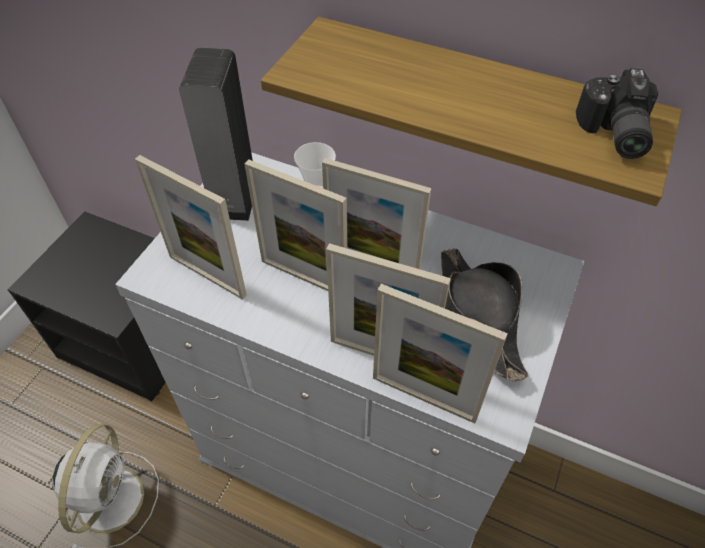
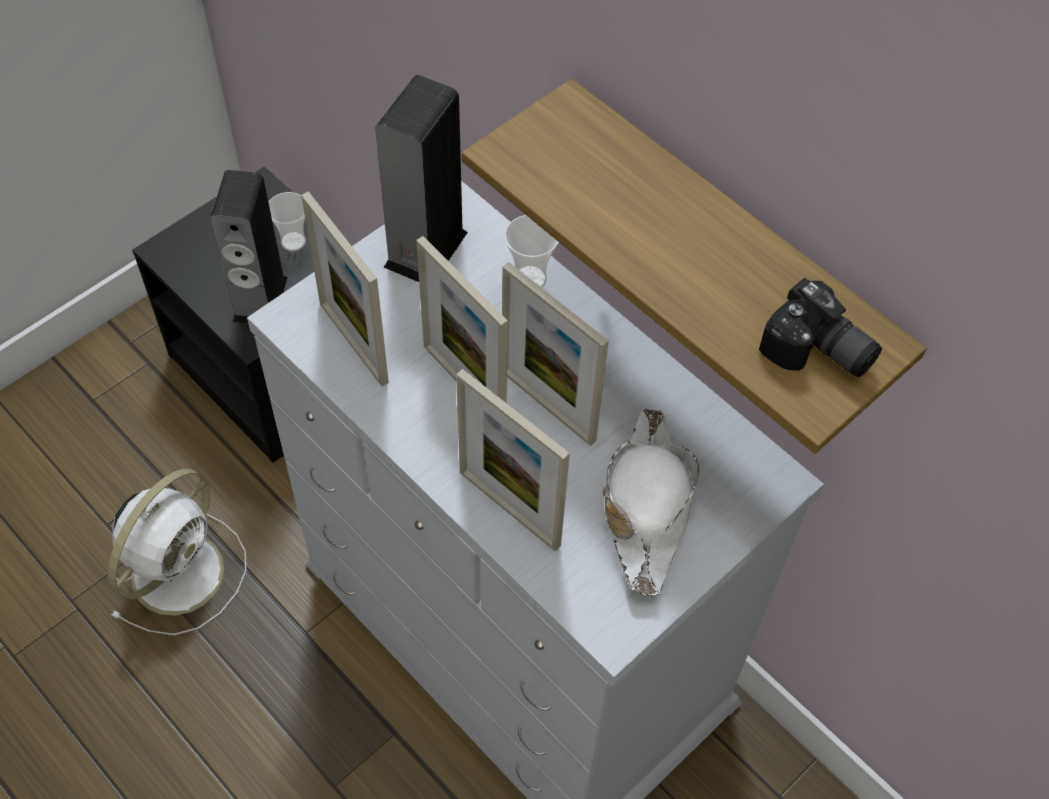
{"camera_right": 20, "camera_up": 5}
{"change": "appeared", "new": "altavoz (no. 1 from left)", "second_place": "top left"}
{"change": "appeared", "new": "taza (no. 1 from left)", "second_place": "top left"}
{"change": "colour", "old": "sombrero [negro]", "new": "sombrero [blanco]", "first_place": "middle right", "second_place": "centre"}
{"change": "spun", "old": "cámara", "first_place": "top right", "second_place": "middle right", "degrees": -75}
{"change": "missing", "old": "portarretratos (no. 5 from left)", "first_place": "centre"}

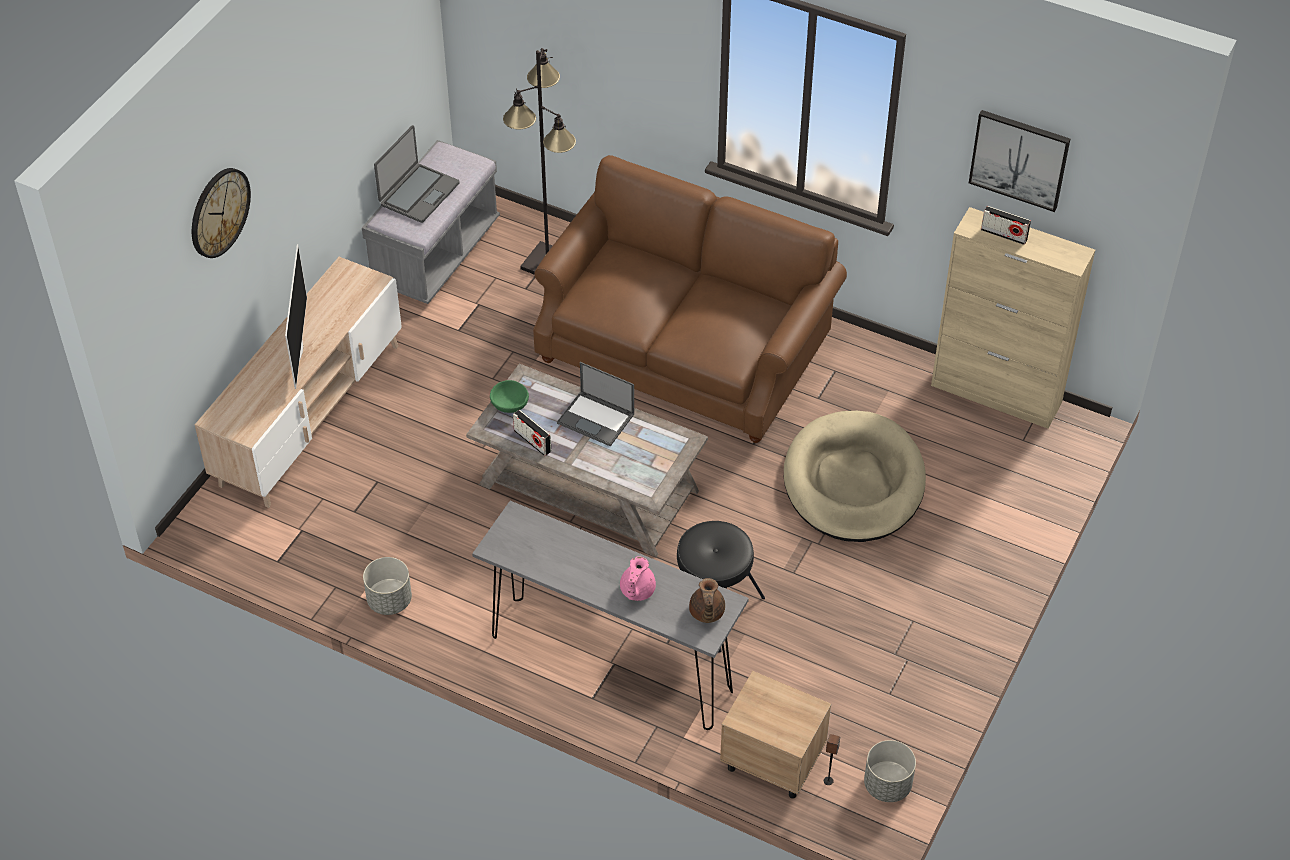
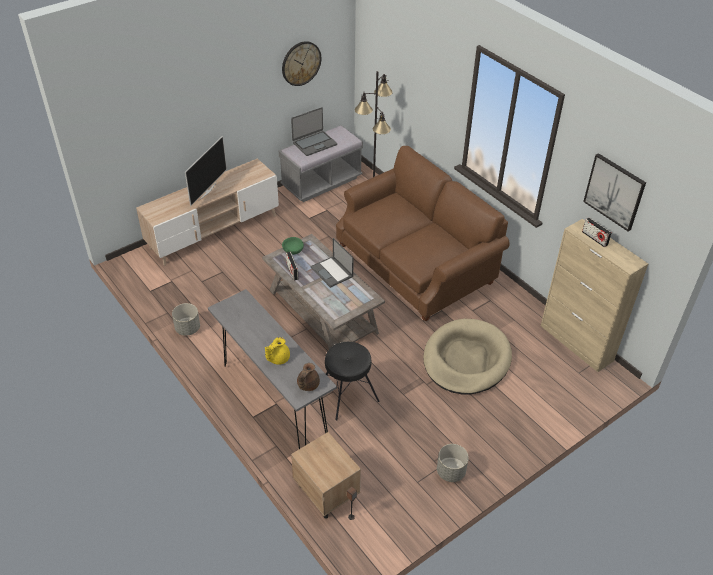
{"camera_right": 25, "camera_up": -5}
{"change": "colour", "old": "tetera [rosa]", "new": "tetera [amarillo]", "first_place": "bottom centre", "second_place": "centre"}
{"change": "relocated", "old": "reloj de pared", "first_place": "top left", "second_place": "top centre"}
{"change": "relocated", "old": "maceta [gris] (no. 2 from left)", "first_place": "bottom right", "second_place": "bottom centre"}

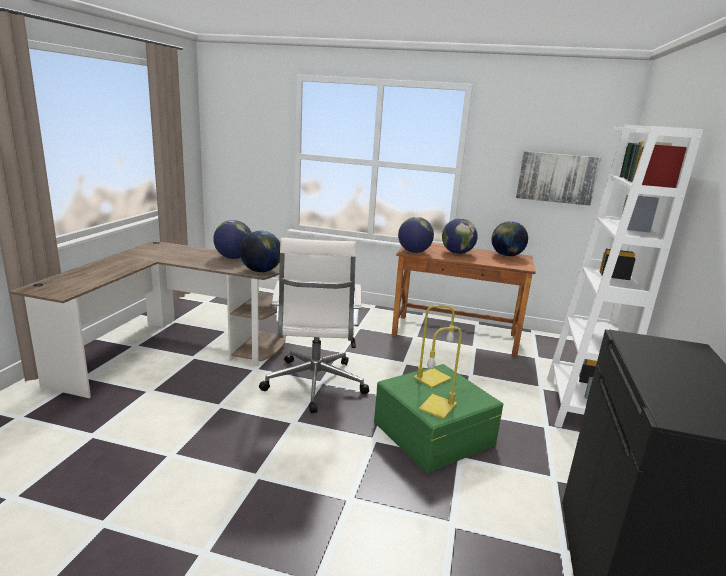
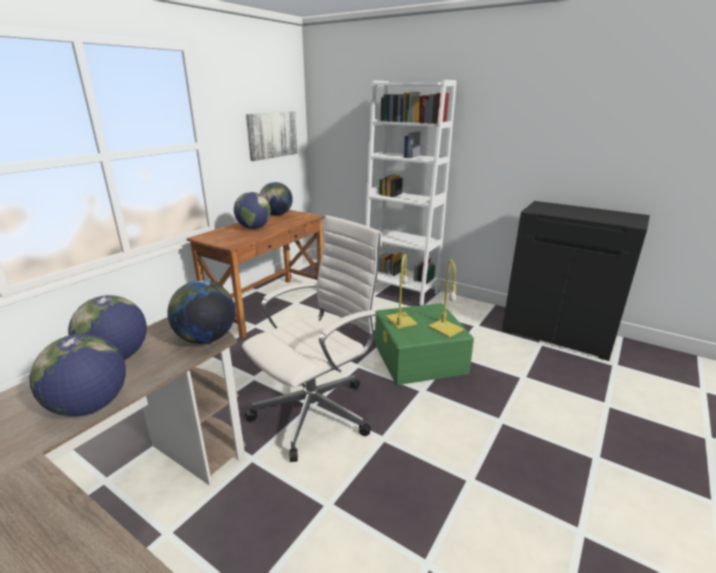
{"camera_right": -70, "camera_up": 5}
{"change": "relocated", "old": "globo terráqueo (no. 3 from left in the first image)", "new": "globo terráqueo (no. 1 from left)", "first_place": "centre", "second_place": "middle left"}
{"change": "spun", "old": "silla de oficina [blanco]", "first_place": "centre", "second_place": "centre", "degrees": -60}

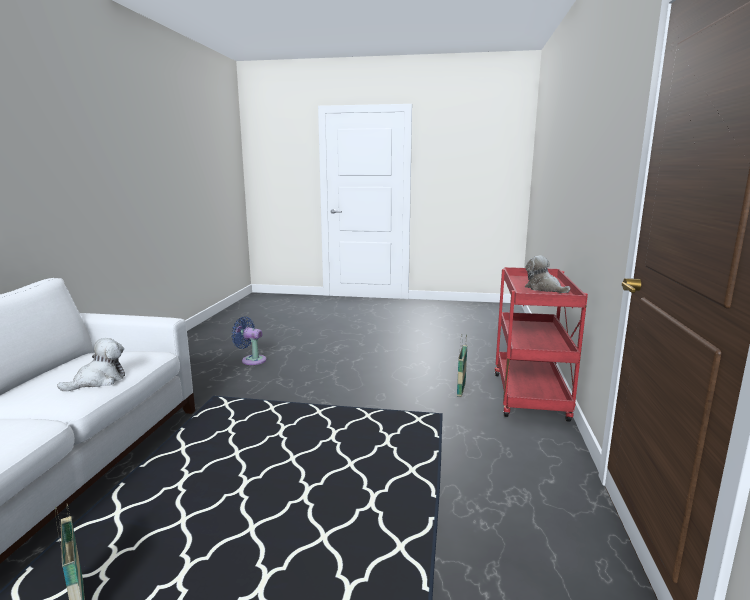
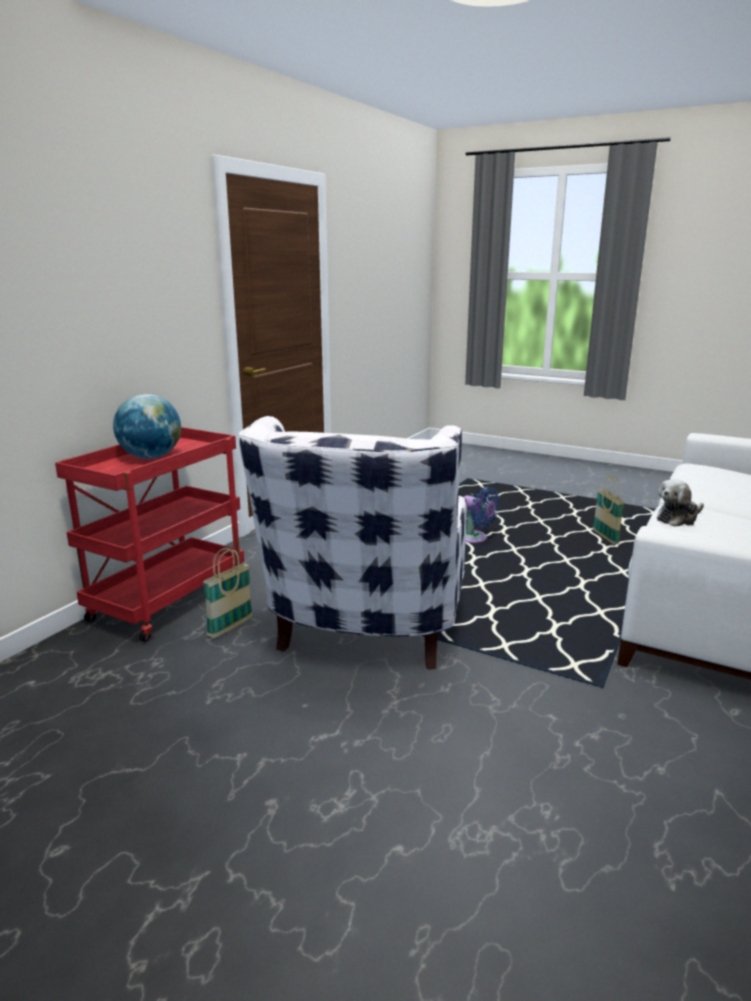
{"camera_right": -160, "camera_up": 5}
{"change": "exchanged", "old": "peluche (no. 2 from left)", "new": "globo terráqueo", "first_place": "middle right", "second_place": "middle left"}
{"change": "appeared", "new": "sillón [blanco]", "second_place": "centre"}
{"change": "relocated", "old": "ventilador [azul]", "first_place": "middle left", "second_place": "centre"}

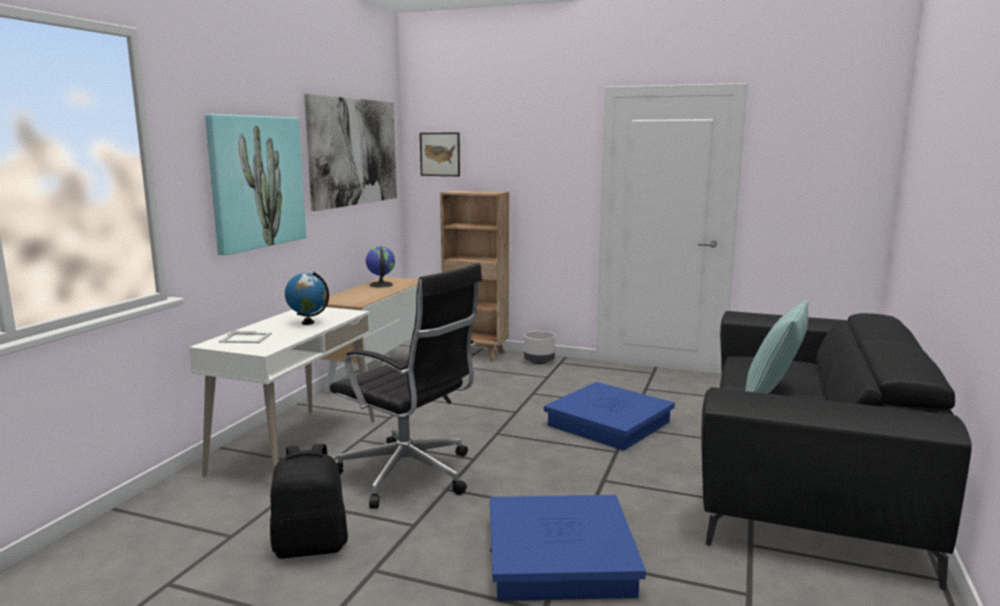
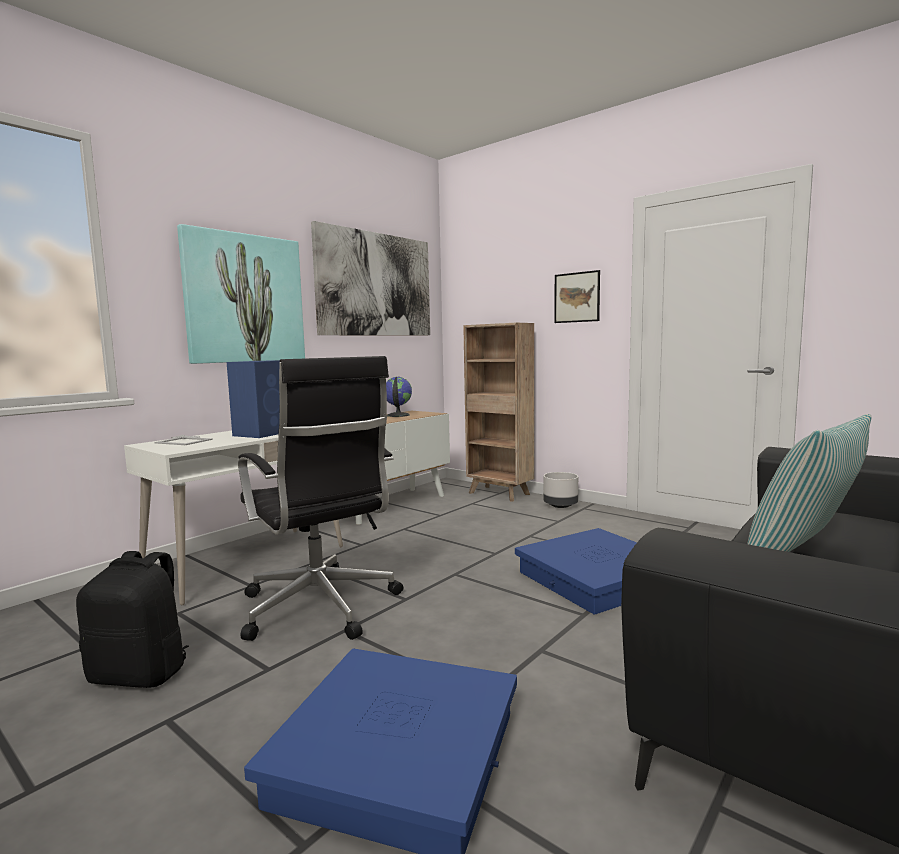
{"camera_right": 20, "camera_up": -5}
{"change": "exchanged", "old": "globo terráqueo (no. 1 from left)", "new": "altavoz [azul]", "first_place": "middle left", "second_place": "middle left"}
{"change": "relocated", "old": "cuadro (no. 3 from left)", "first_place": "top centre", "second_place": "centre"}

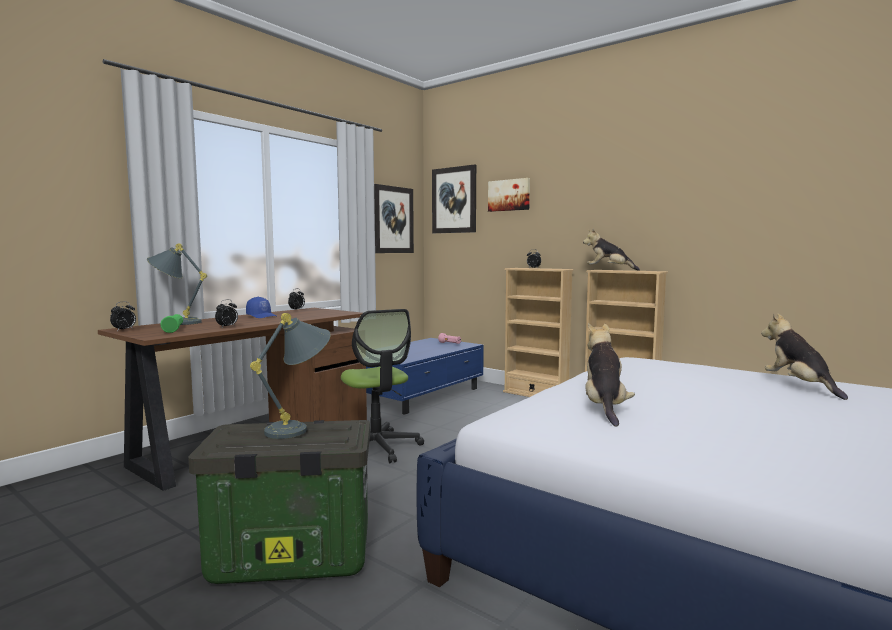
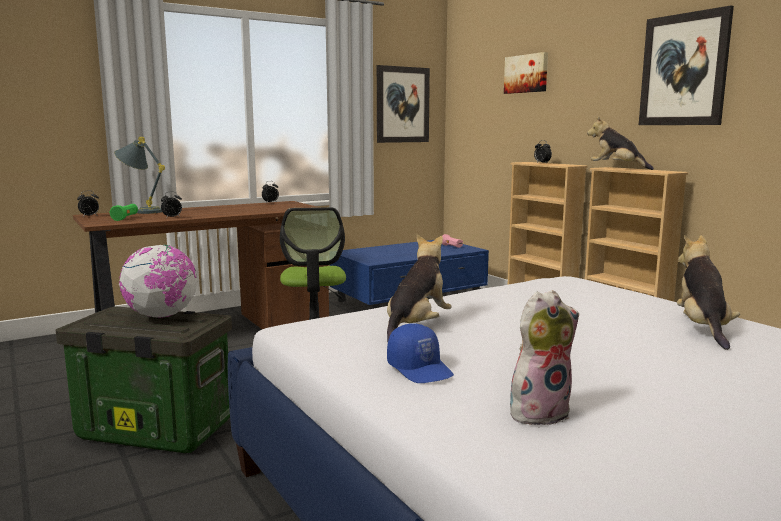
{"camera_right": 20, "camera_up": 5}
{"change": "exchanged", "old": "lámpara de mesa [gris] (no. 2 from left)", "new": "globo terráqueo", "first_place": "middle left", "second_place": "middle left"}
{"change": "relocated", "old": "gorra [azul]", "first_place": "middle left", "second_place": "bottom centre"}
{"change": "appeared", "new": "peluche (no. 2 from left)", "second_place": "bottom right"}
{"change": "relocated", "old": "cuadro (no. 2 from left in the first image)", "new": "cuadro (no. 3 from left)", "first_place": "top centre", "second_place": "top right"}

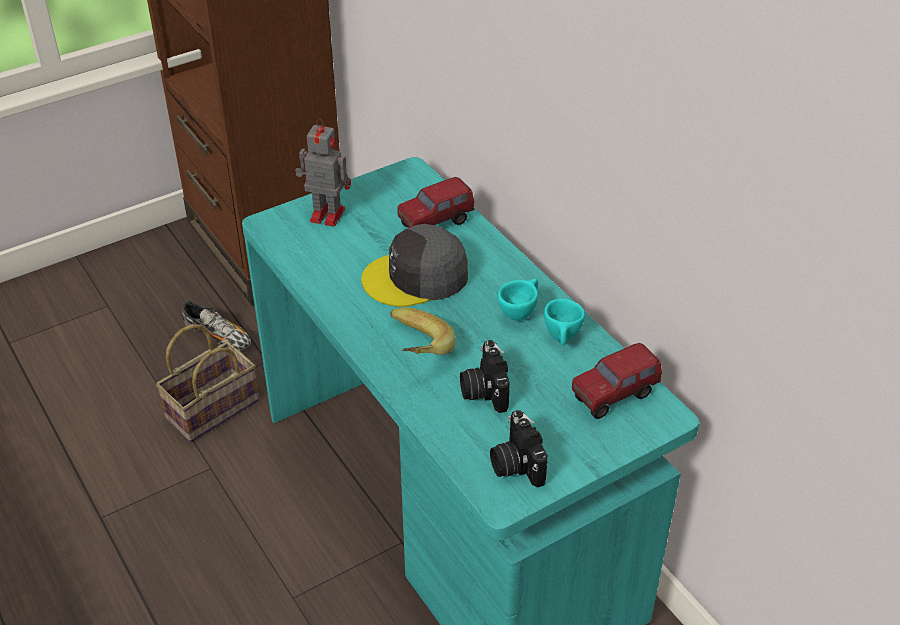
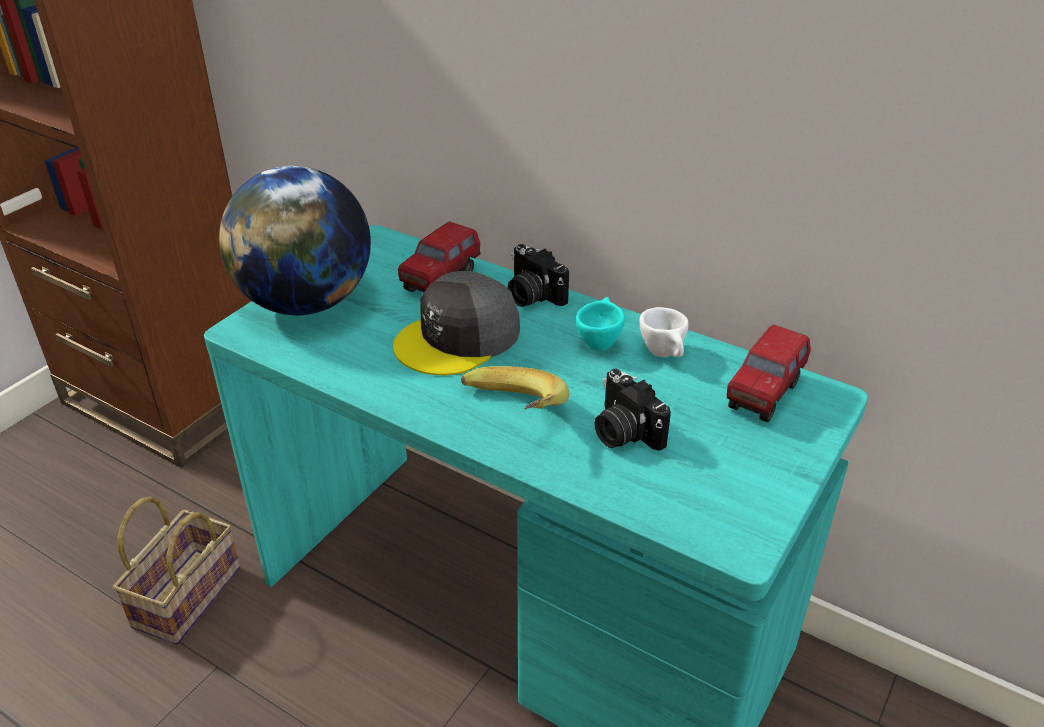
{"camera_right": -25, "camera_up": -5}
{"change": "exchanged", "old": "robot de juguete", "new": "globo terráqueo", "first_place": "top centre", "second_place": "top left"}
{"change": "relocated", "old": "cámara (no. 2 from left in the first image)", "new": "cámara (no. 1 from left)", "first_place": "bottom centre", "second_place": "centre"}
{"change": "colour", "old": "taza [turquesa] (no. 2 from left)", "new": "taza [blanco]", "first_place": "centre", "second_place": "centre"}
{"change": "missing", "old": "zapato", "first_place": "middle left"}

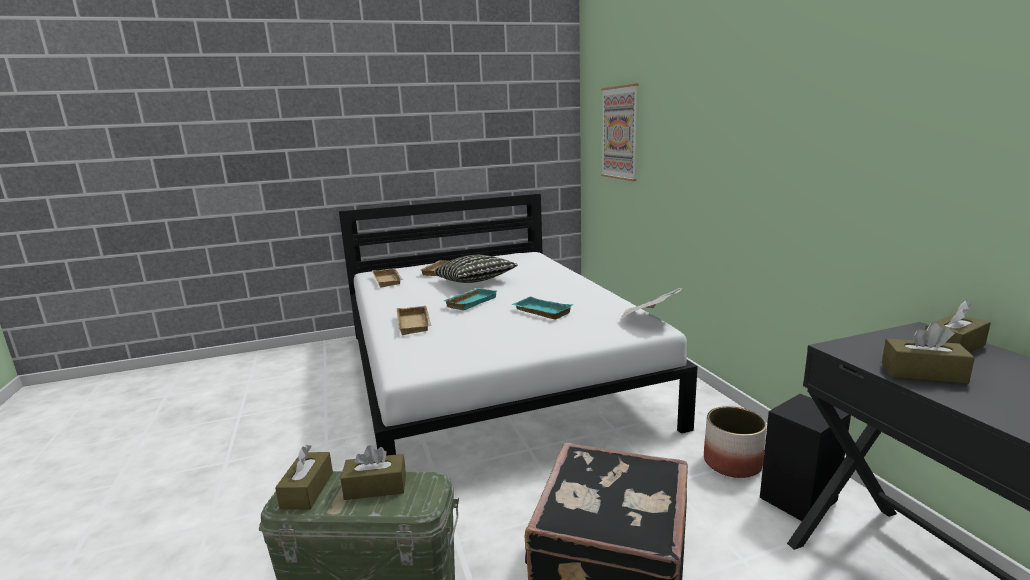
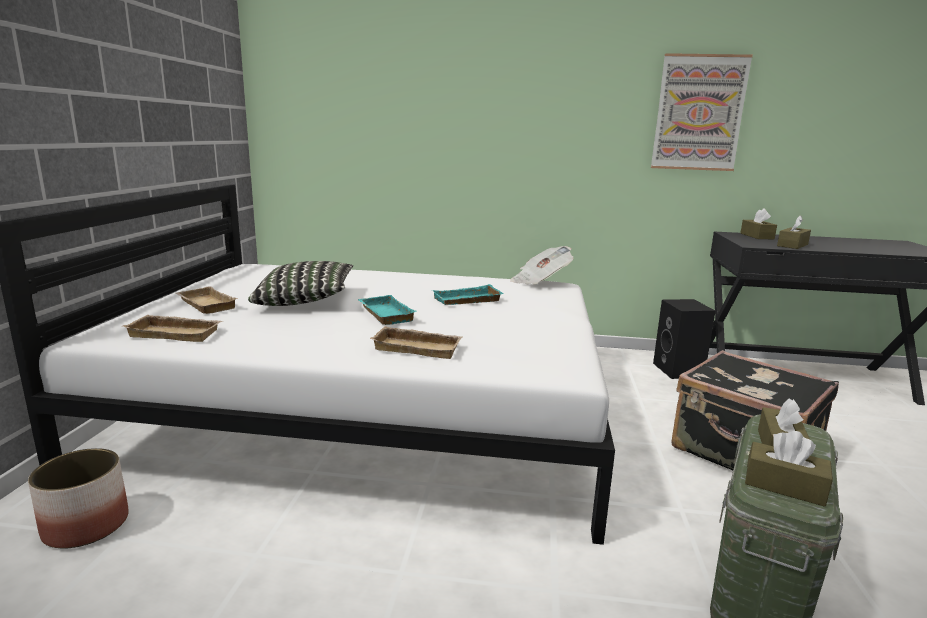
{"camera_right": -65, "camera_up": 0}
{"change": "relocated", "old": "maceta", "first_place": "bottom right", "second_place": "bottom left"}
{"change": "relocated", "old": "cuadro", "first_place": "top centre", "second_place": "top right"}

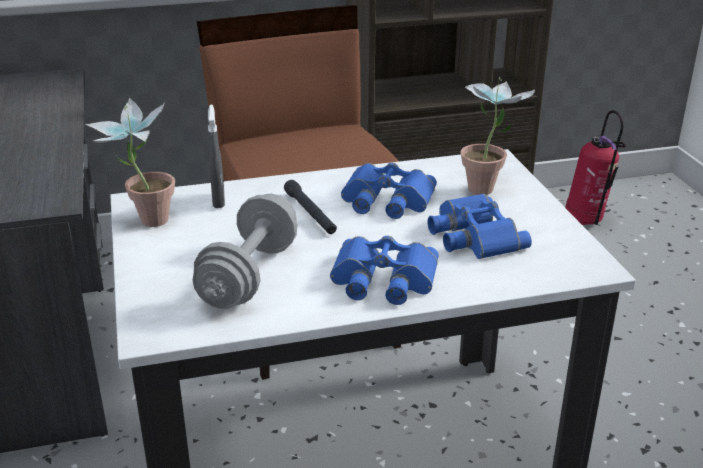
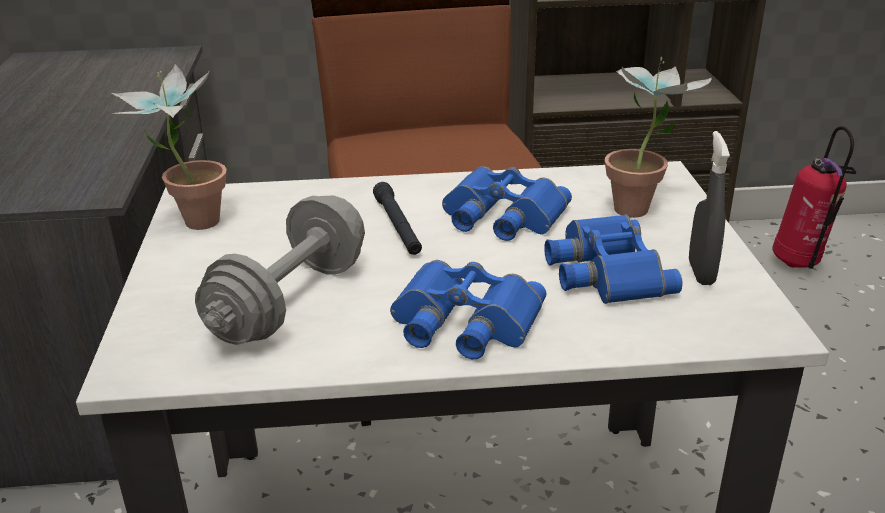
{"camera_right": 10, "camera_up": 0}
{"change": "relocated", "old": "pulverizador [gris]", "first_place": "middle left", "second_place": "middle right"}

